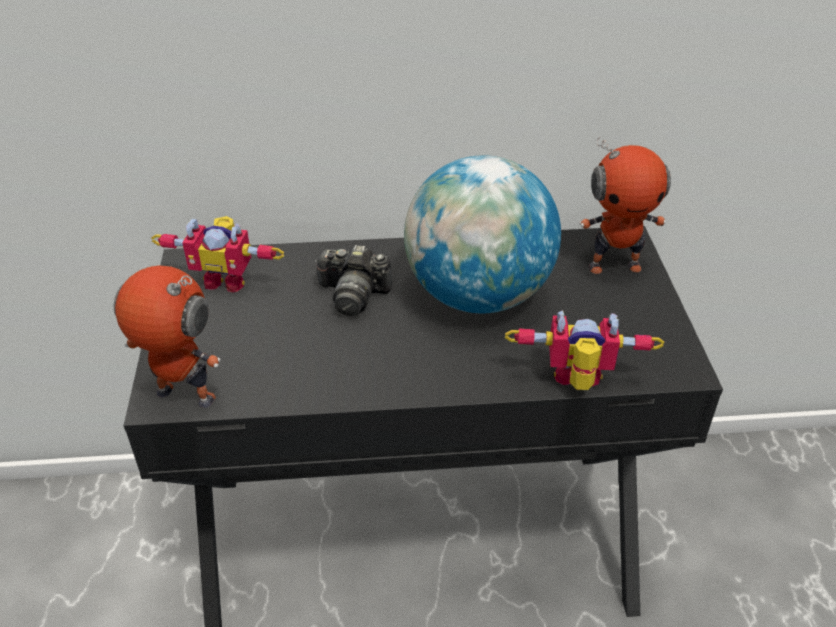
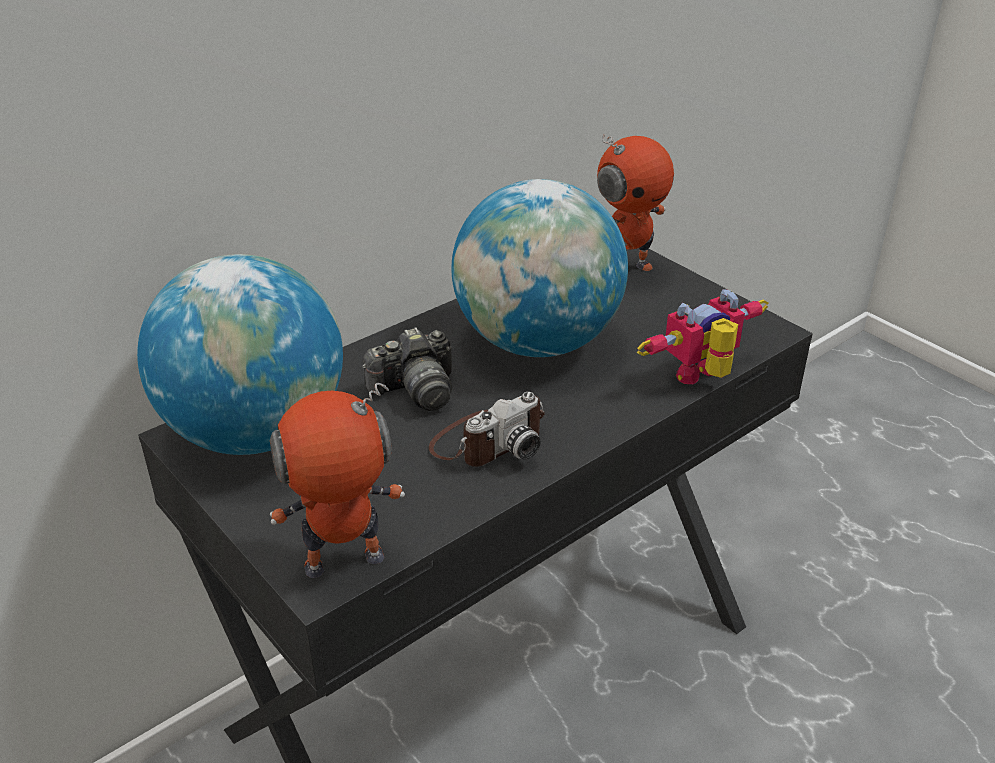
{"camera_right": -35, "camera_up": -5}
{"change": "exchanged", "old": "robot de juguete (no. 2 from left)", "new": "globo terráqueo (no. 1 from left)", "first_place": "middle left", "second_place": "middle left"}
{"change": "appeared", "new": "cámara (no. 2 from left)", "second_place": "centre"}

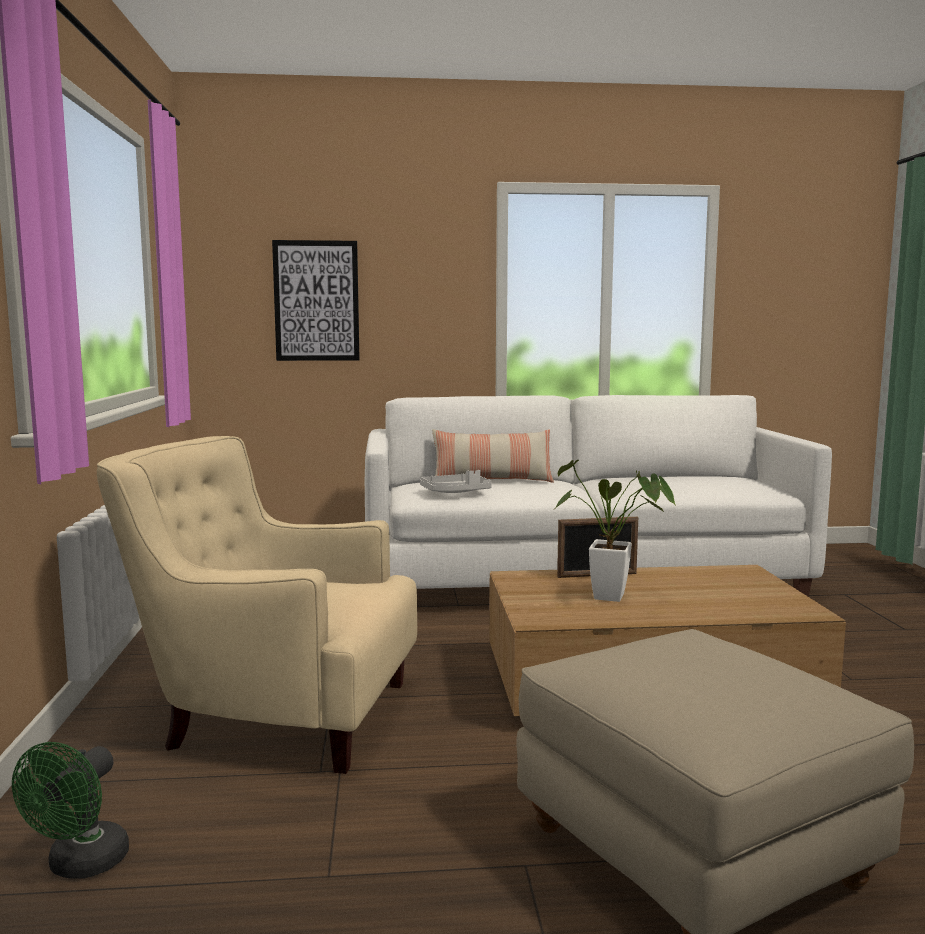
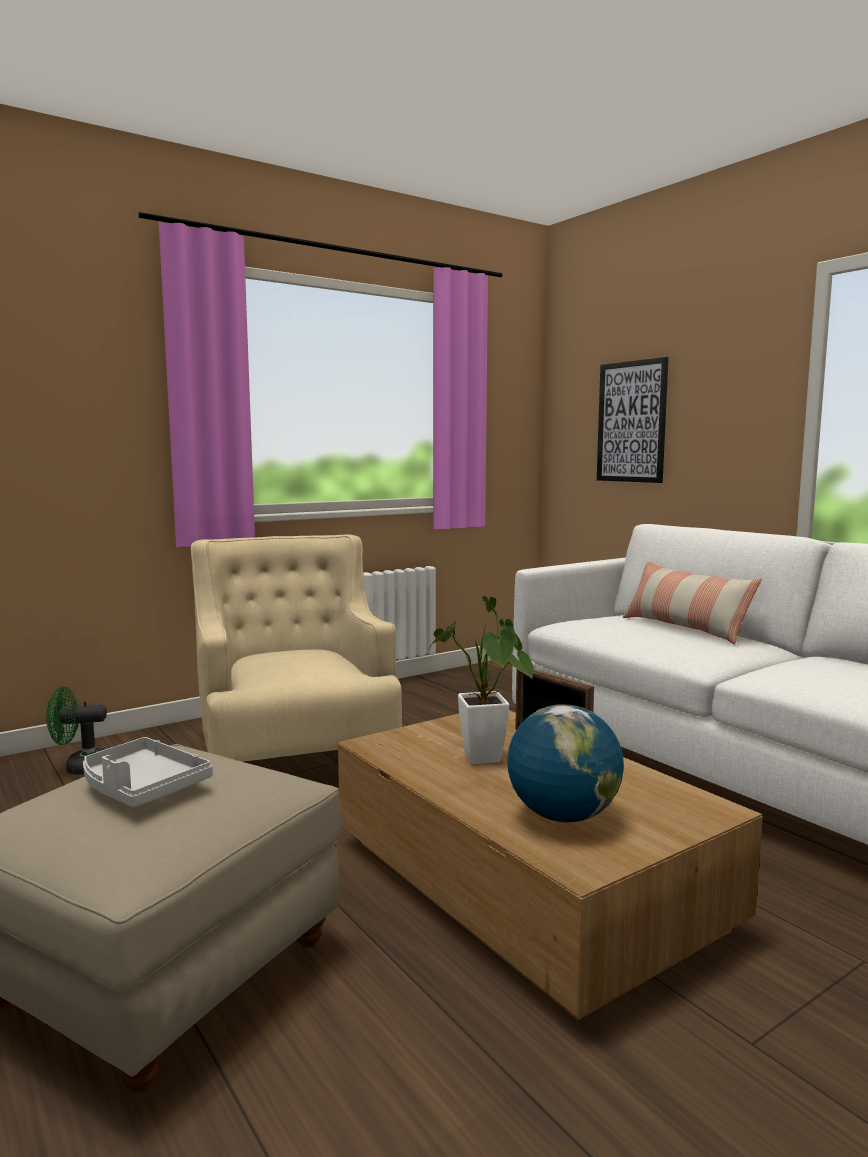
{"camera_right": 60, "camera_up": 0}
{"change": "relocated", "old": "bandeja [gris]", "first_place": "centre", "second_place": "bottom left"}
{"change": "appeared", "new": "globo terráqueo", "second_place": "centre"}

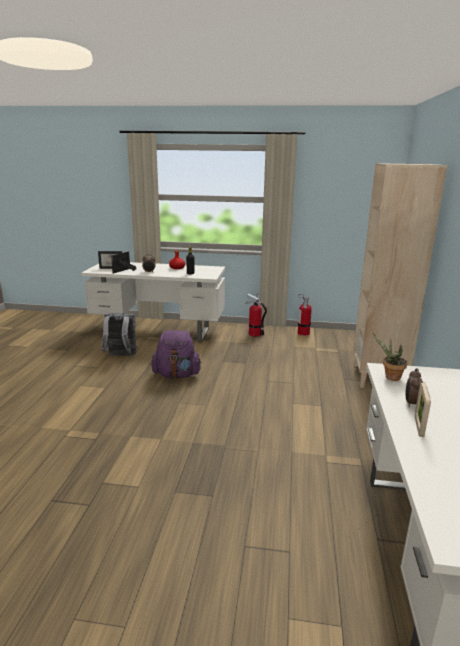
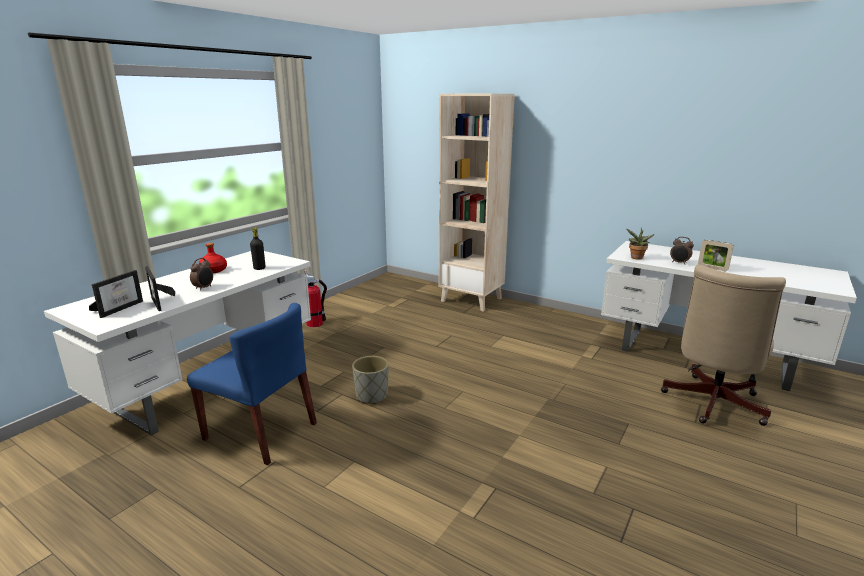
{"camera_right": -65, "camera_up": 0}
{"change": "exchanged", "old": "mochila [gris]", "new": "silla [azul]", "first_place": "middle left", "second_place": "bottom left"}
{"change": "exchanged", "old": "mochila [morado]", "new": "maceta [gris]", "first_place": "centre", "second_place": "centre"}
{"change": "appeared", "new": "silla de oficina [beis]", "second_place": "middle right"}
{"change": "missing", "old": "extintor (no. 2 from left)", "first_place": "centre"}

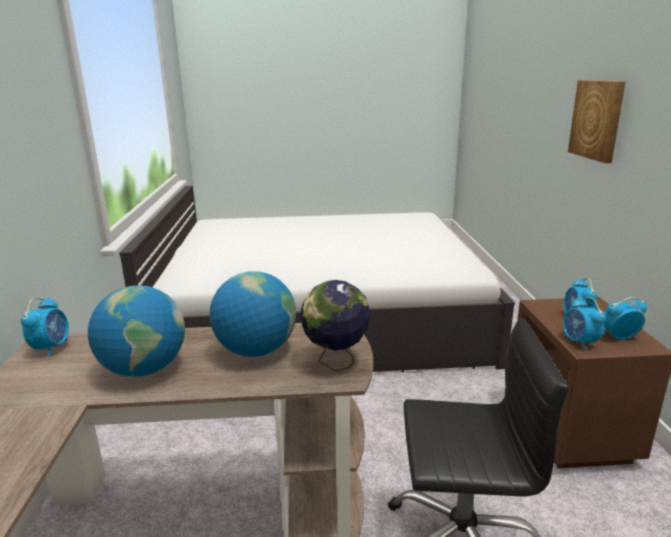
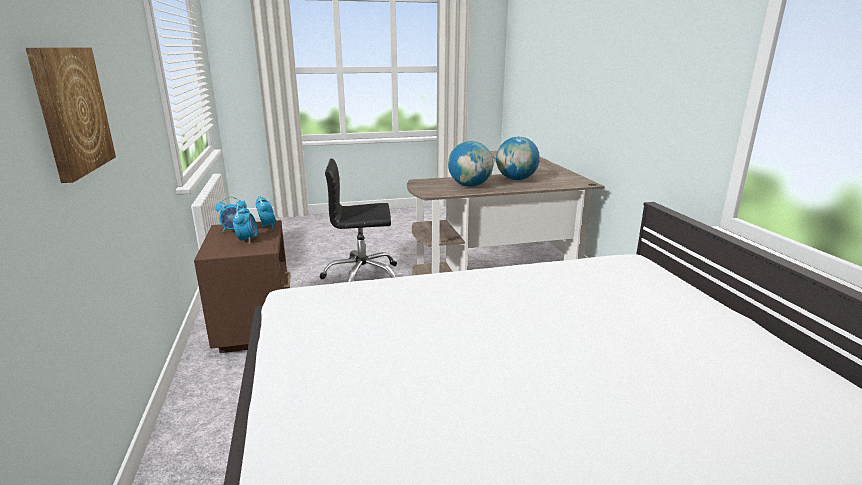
{"camera_right": 170, "camera_up": 0}
{"change": "missing", "old": "despertador (no. 1 from left)", "first_place": "middle left"}
{"change": "missing", "old": "globo terráqueo (no. 3 from left)", "first_place": "centre"}

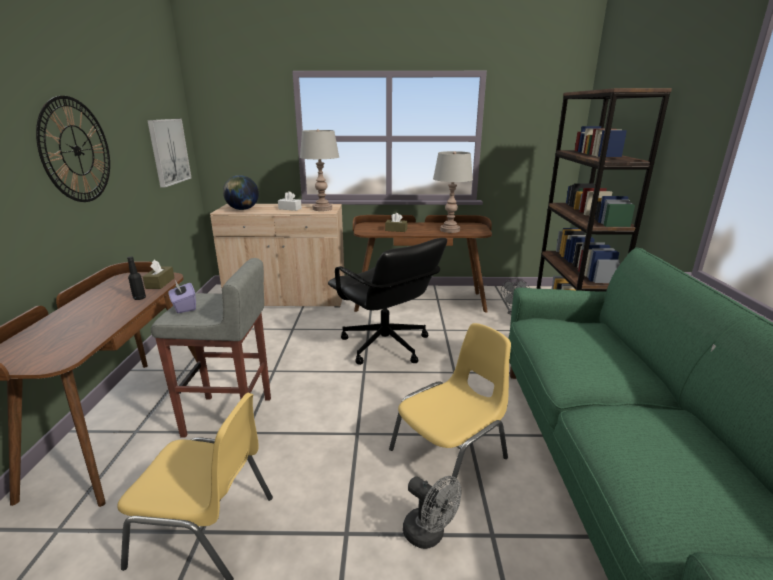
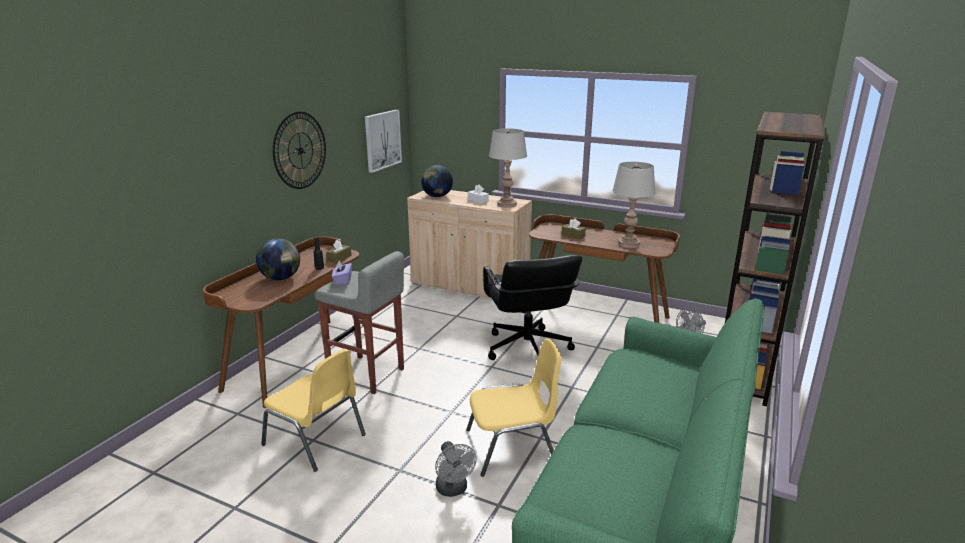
{"camera_right": 25, "camera_up": 0}
{"change": "appeared", "new": "globo terráqueo (no. 1 from left)", "second_place": "middle left"}

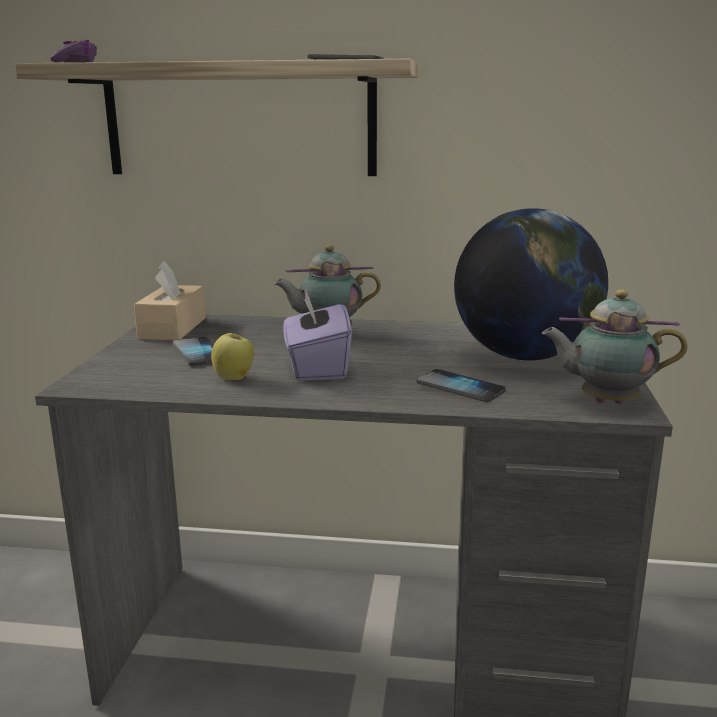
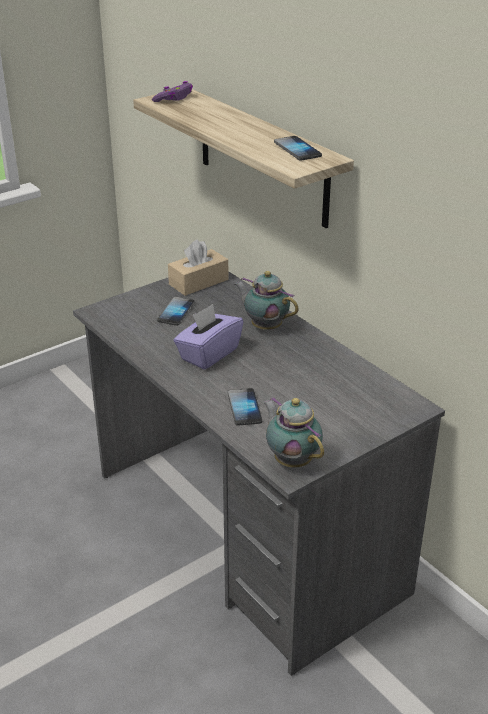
{"camera_right": 45, "camera_up": 15}
{"change": "missing", "old": "manzana", "first_place": "middle left"}
{"change": "missing", "old": "globo terráqueo", "first_place": "middle right"}

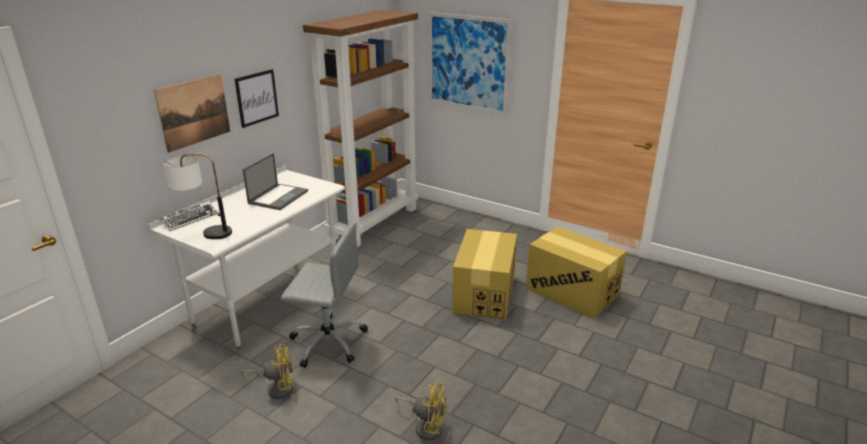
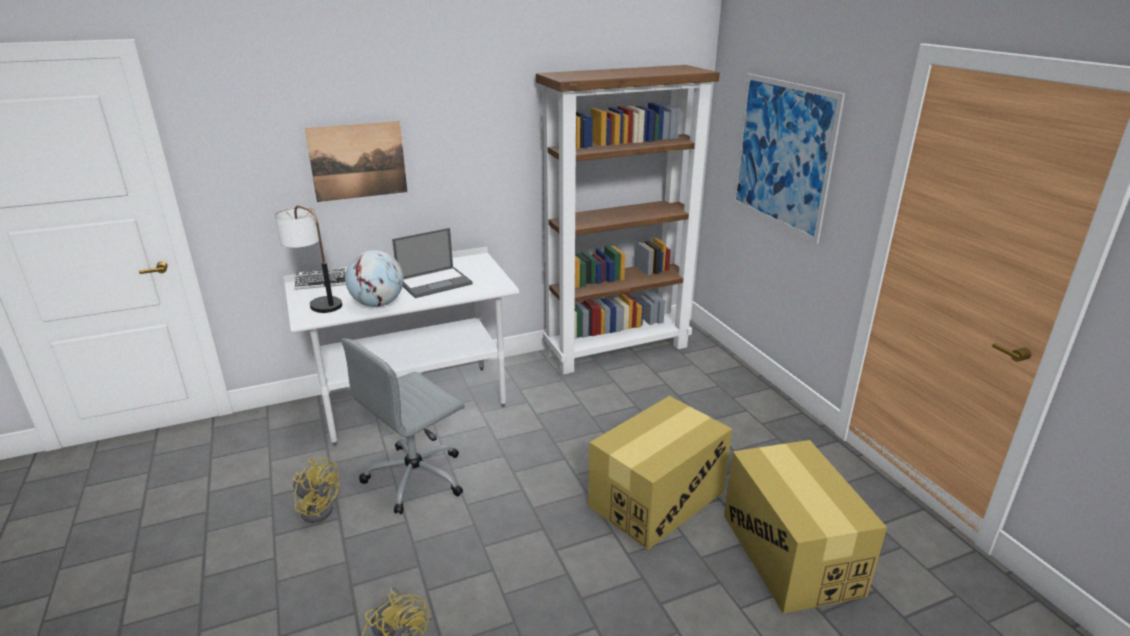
{"camera_right": 35, "camera_up": 0}
{"change": "spun", "old": "silla de oficina [gris]", "first_place": "centre", "second_place": "bottom centre", "degrees": 90}
{"change": "appeared", "new": "globo terráqueo", "second_place": "middle left"}
{"change": "missing", "old": "cuadro (no. 2 from left)", "first_place": "top left"}

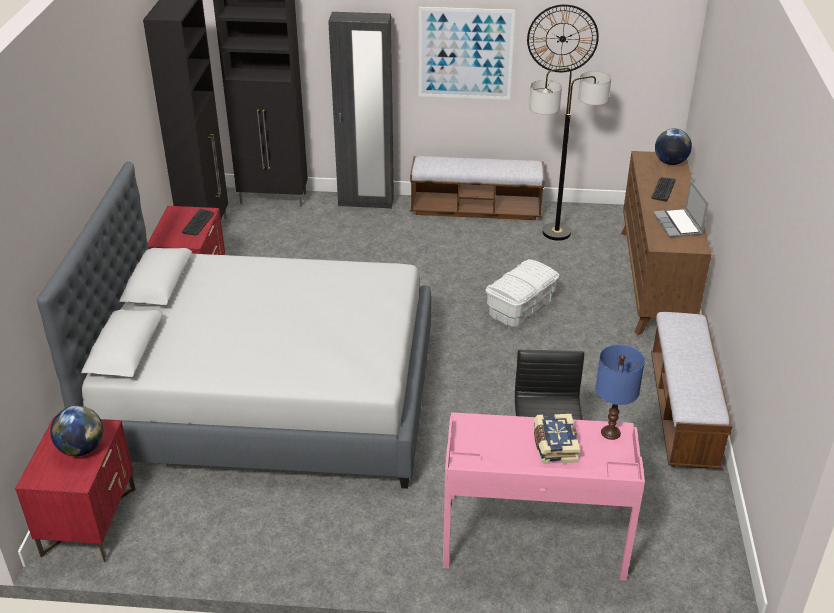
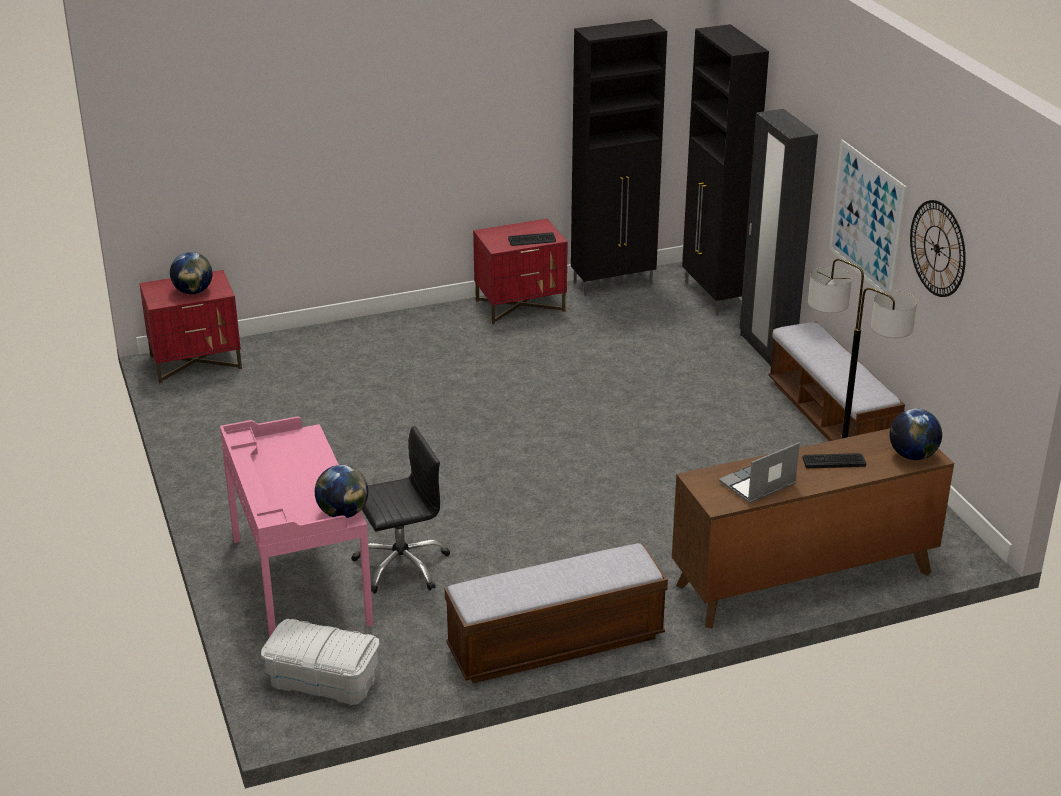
{"camera_right": 65, "camera_up": -5}
{"change": "relocated", "old": "caja de almacenaje [blanco]", "first_place": "centre", "second_place": "bottom left"}
{"change": "exchanged", "old": "lámpara de mesa [azul]", "new": "globo terráqueo (no. 2 from left)", "first_place": "middle right", "second_place": "middle left"}
{"change": "missing", "old": "cama [gris]", "first_place": "middle left"}
{"change": "missing", "old": "libro", "first_place": "bottom right"}

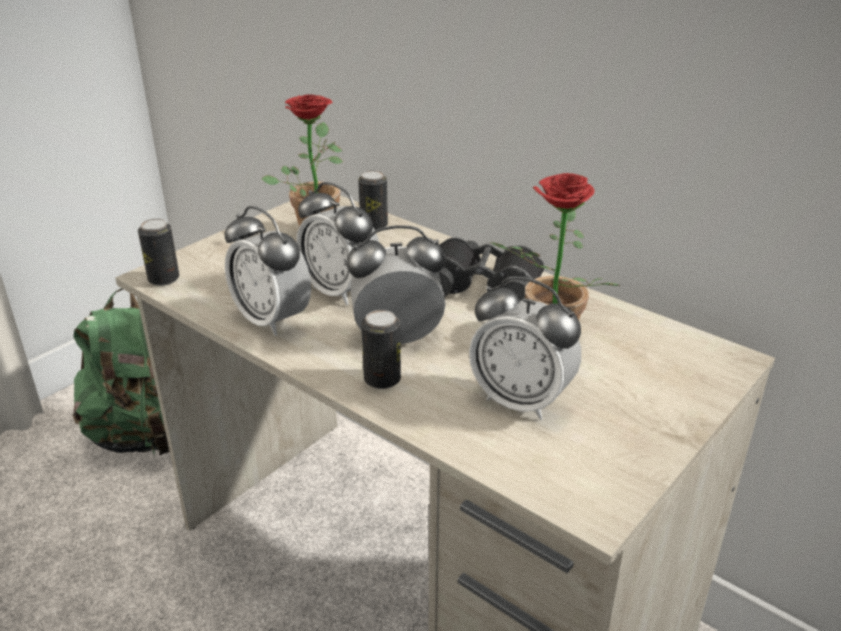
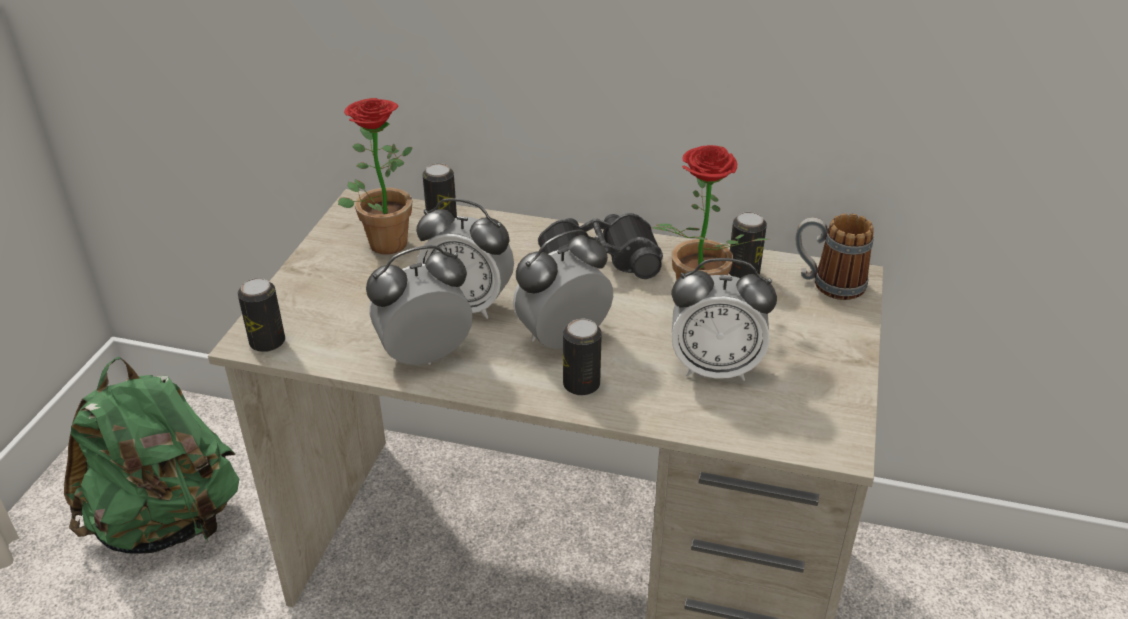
{"camera_right": -25, "camera_up": 5}
{"change": "spun", "old": "despertador (no. 1 from left)", "first_place": "middle left", "second_place": "centre", "degrees": 135}
{"change": "appeared", "new": "lata (no. 4 from left)", "second_place": "centre"}
{"change": "appeared", "new": "taza grande", "second_place": "middle right"}

